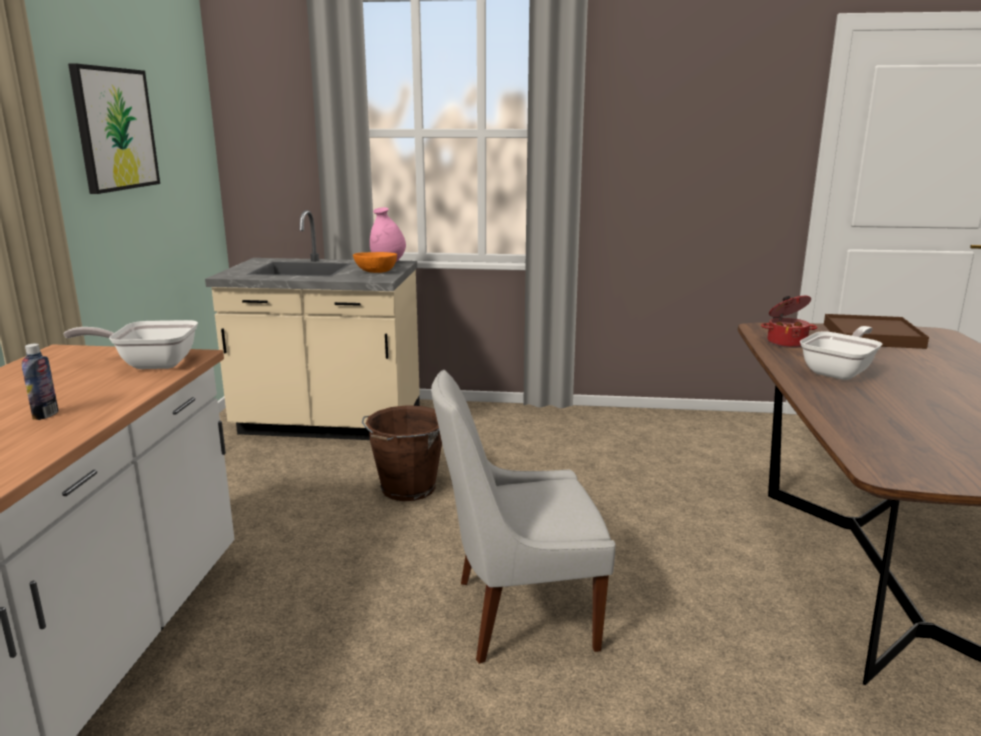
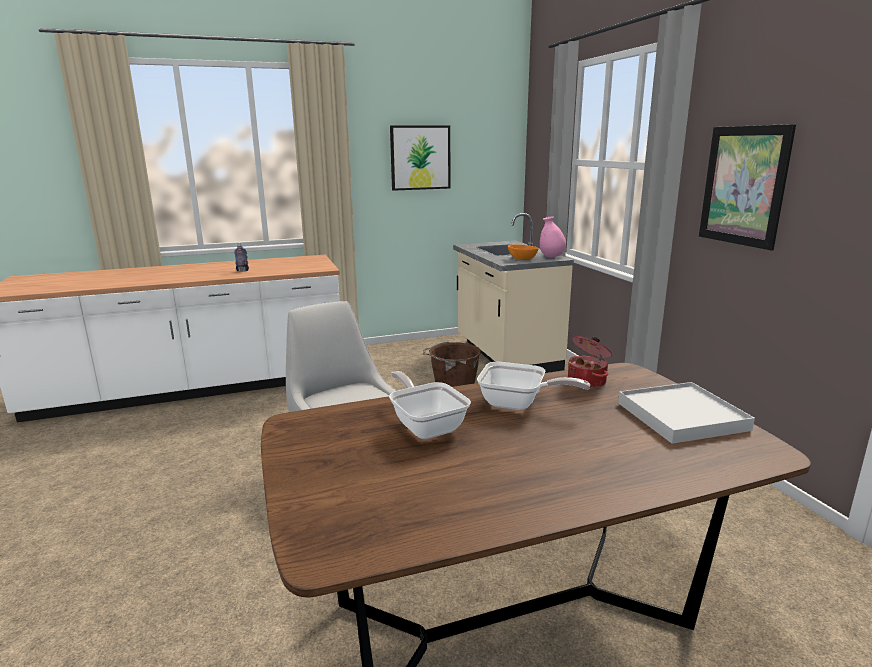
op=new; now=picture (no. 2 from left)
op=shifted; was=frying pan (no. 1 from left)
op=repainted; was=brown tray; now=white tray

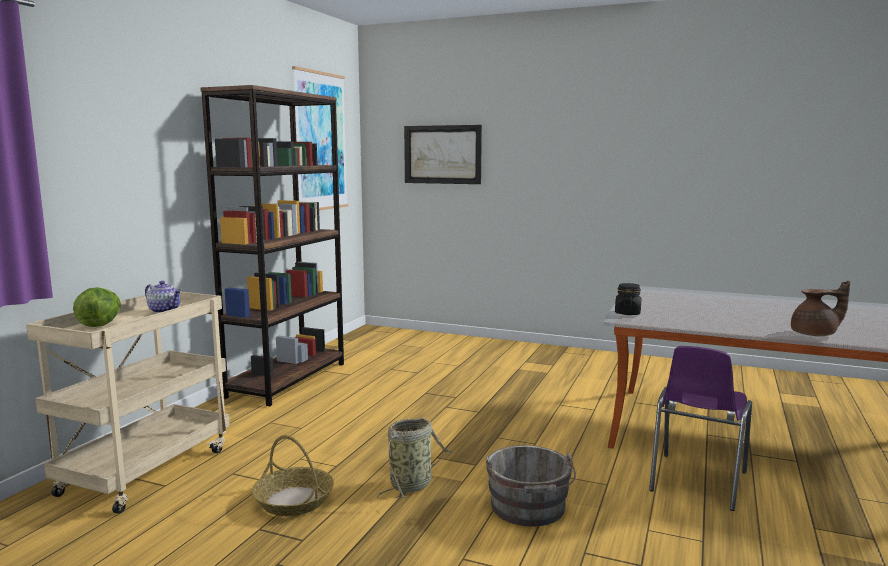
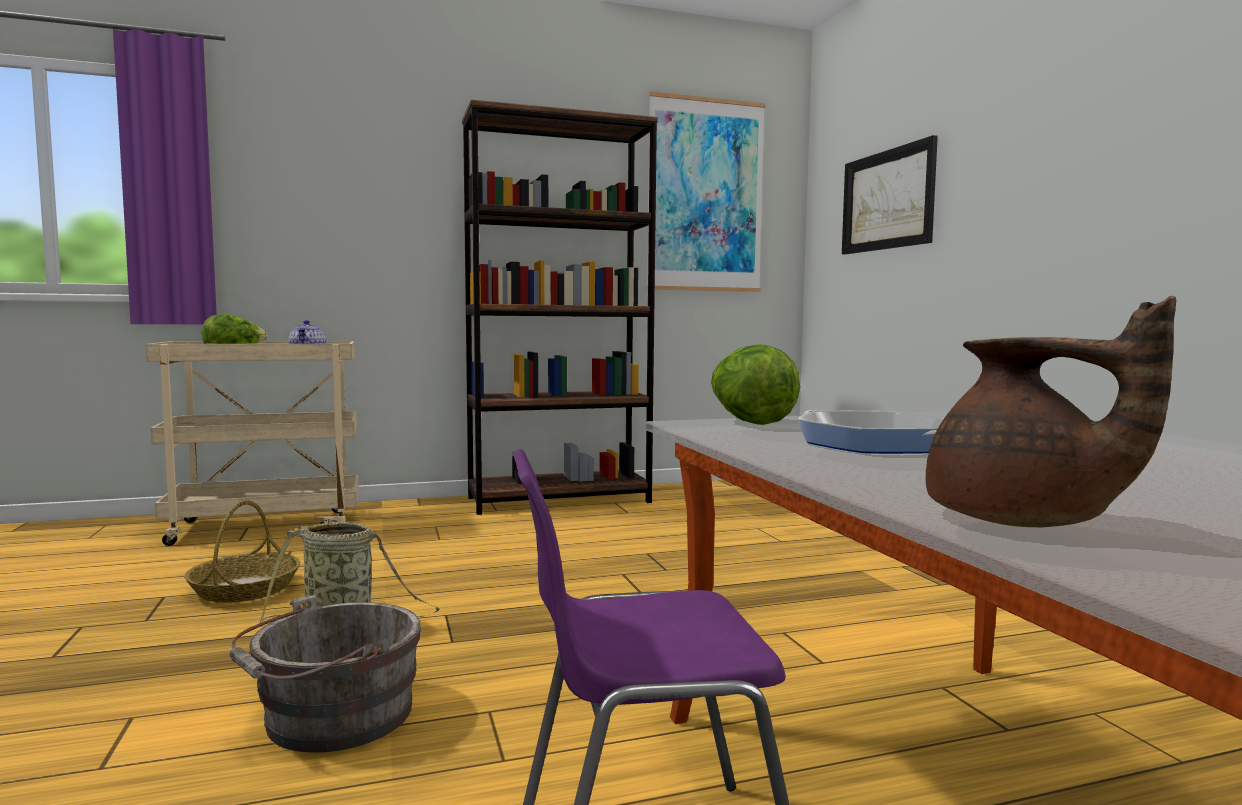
op=new; now=frying pan
op=swapped; was=black jar; now=lettuce (no. 2 from left)

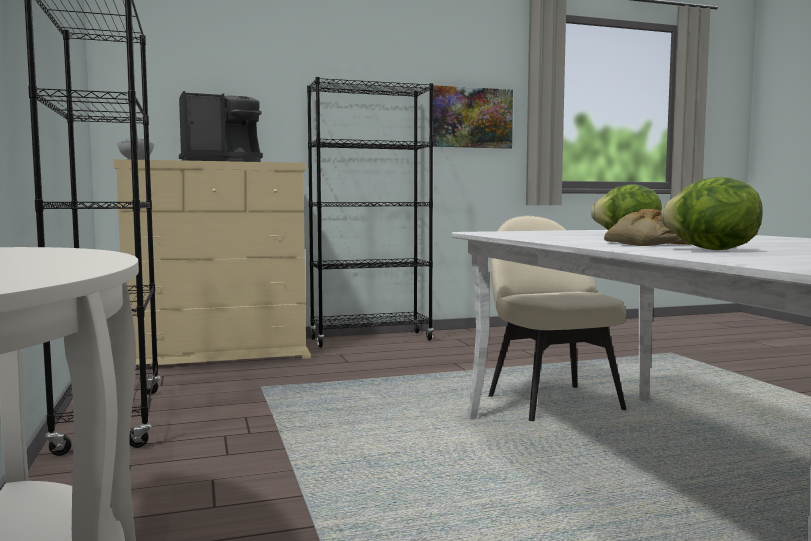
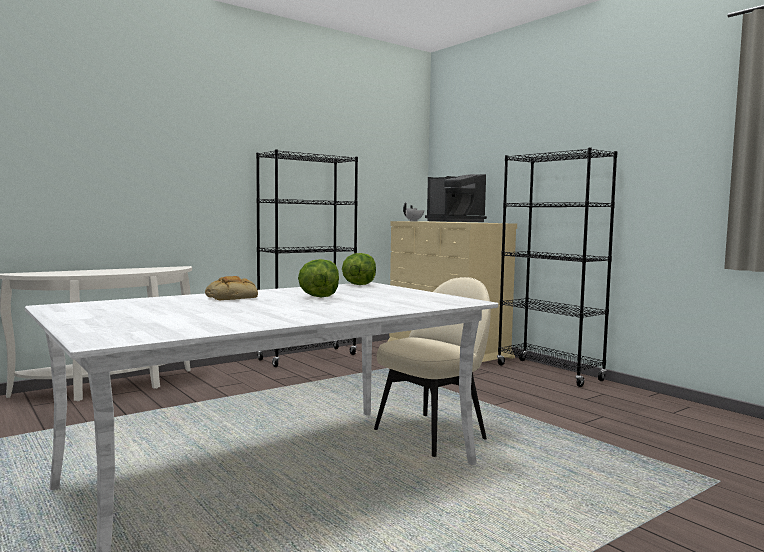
op=gone; was=picture
op=shifted; was=lettuce (no. 2 from left)

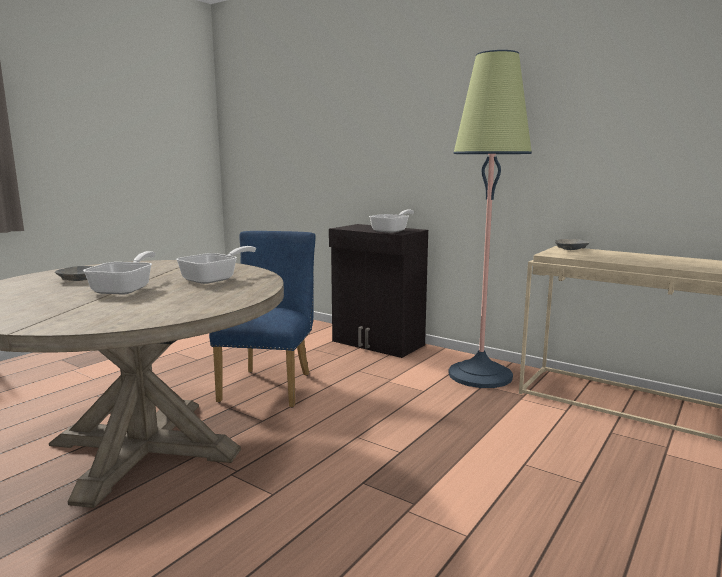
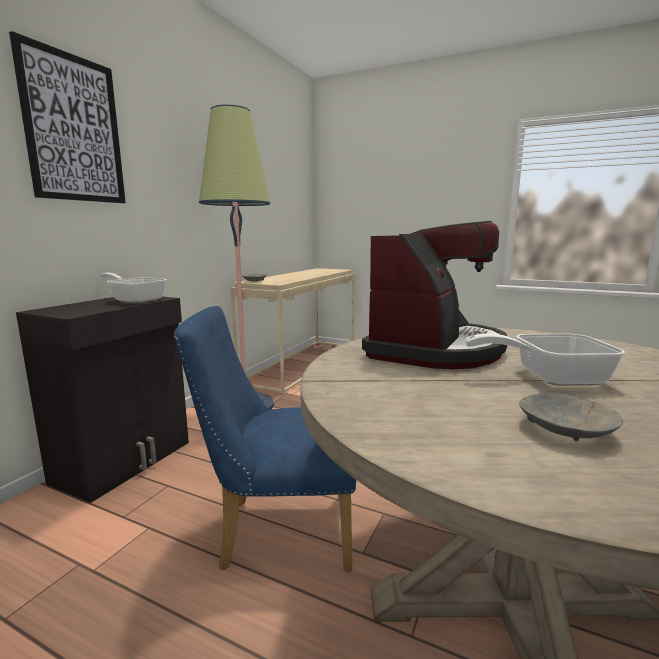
op=new; now=picture
op=swapped; was=frying pan (no. 2 from left); now=coffee machine

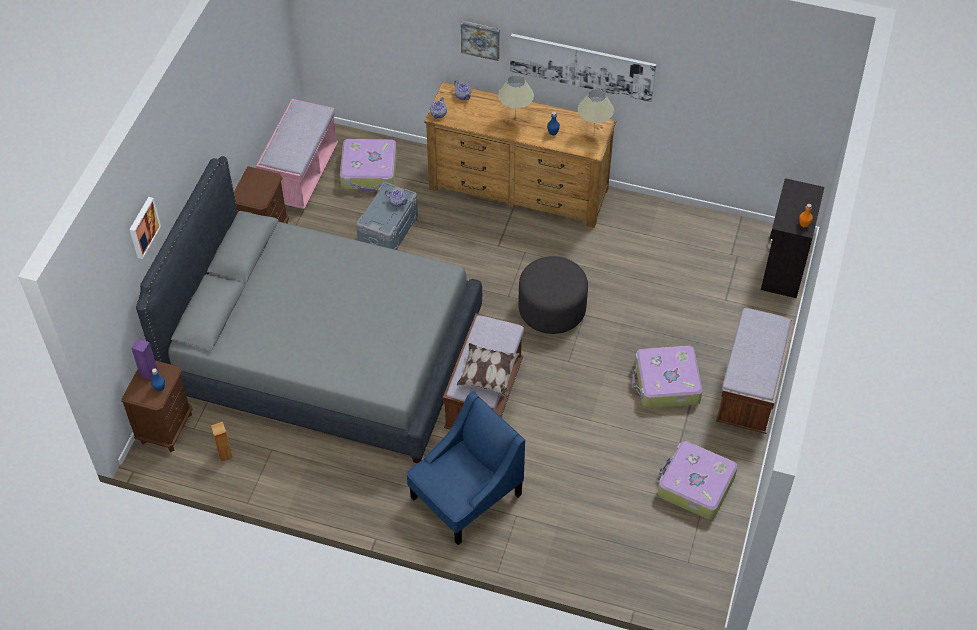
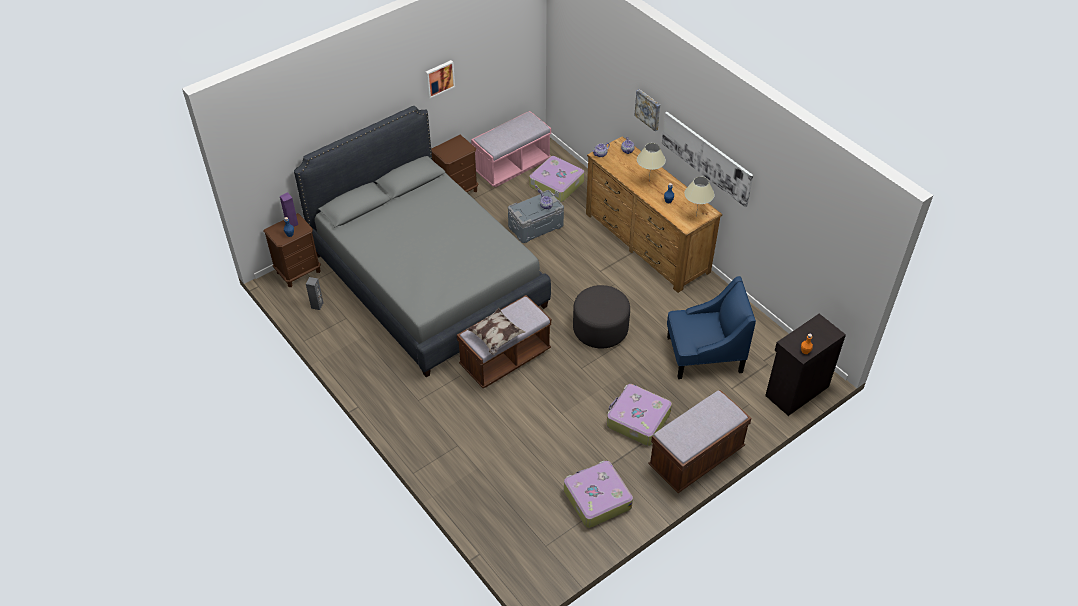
op=shifted; was=picture (no. 1 from left)
op=shifted; was=blue armchair
op=repainted; was=brown speaker; now=grey speaker

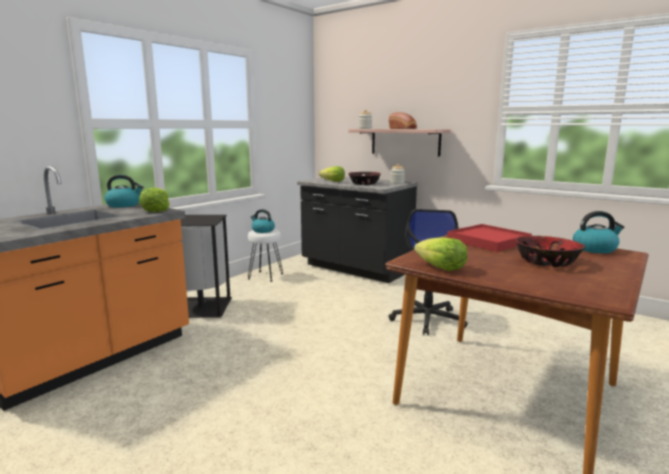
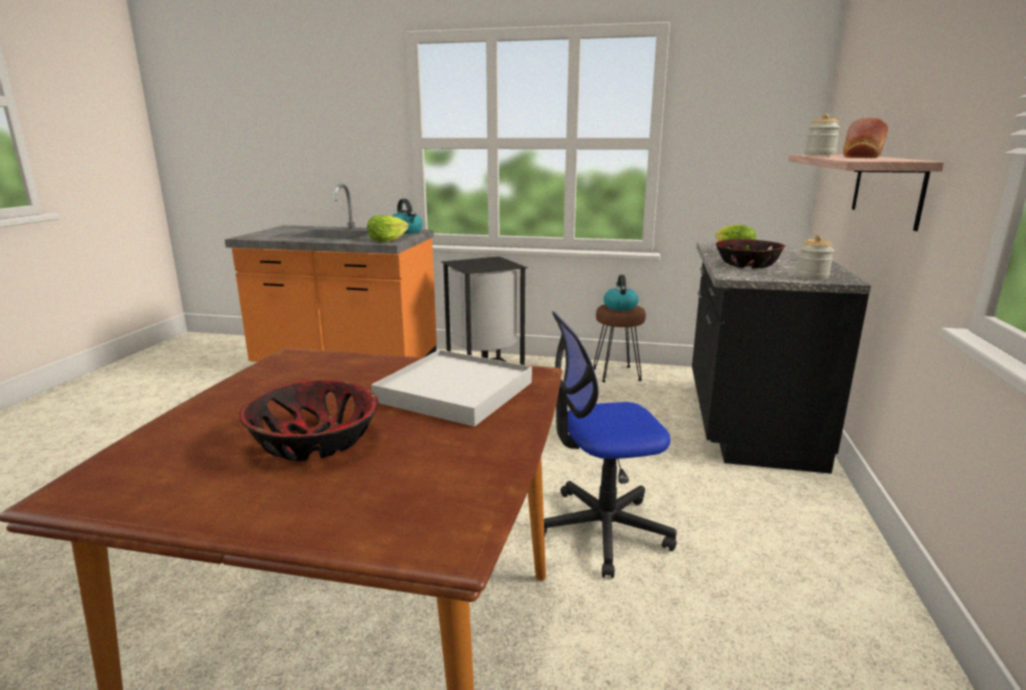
op=gone; was=lettuce (no. 3 from left)
op=gone; was=kettle (no. 3 from left)
op=repainted; was=white stool; now=brown stool
op=repainted; was=red tray; now=white tray

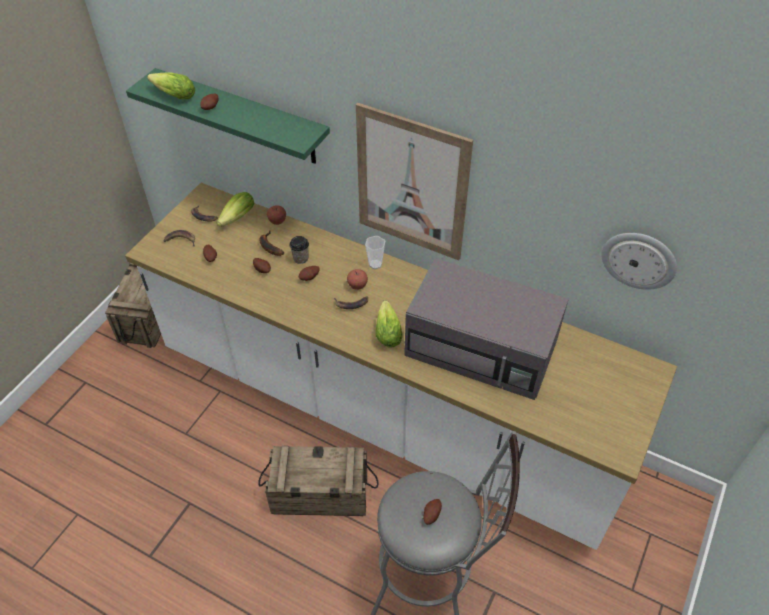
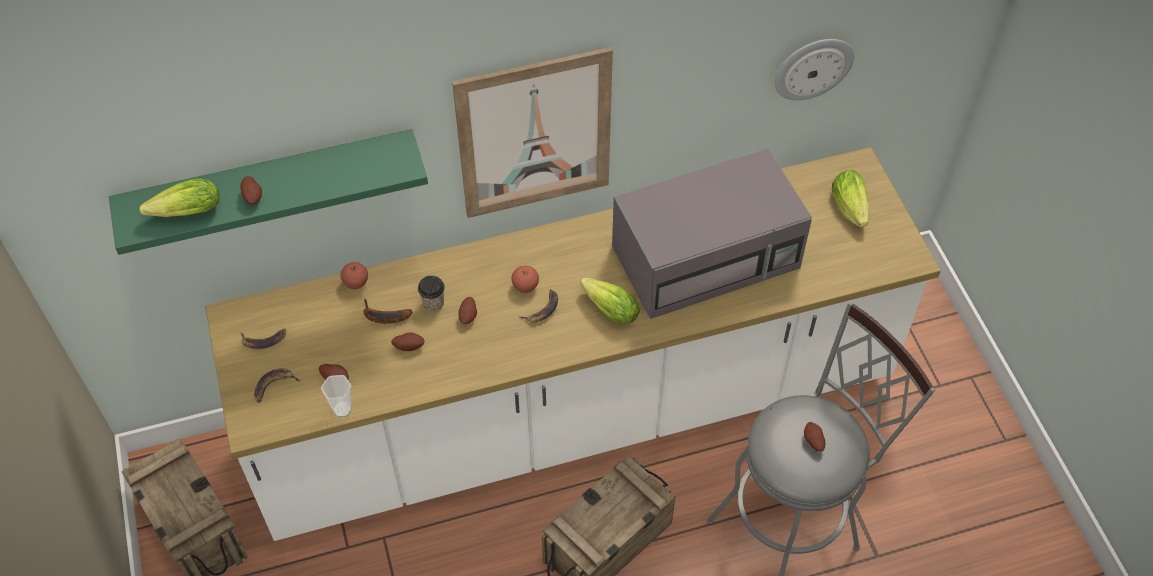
op=shifted; was=lettuce (no. 2 from left in the first image); now=lettuce (no. 3 from left)
op=shifted; was=cup (no. 2 from left in the first image); now=cup (no. 1 from left)

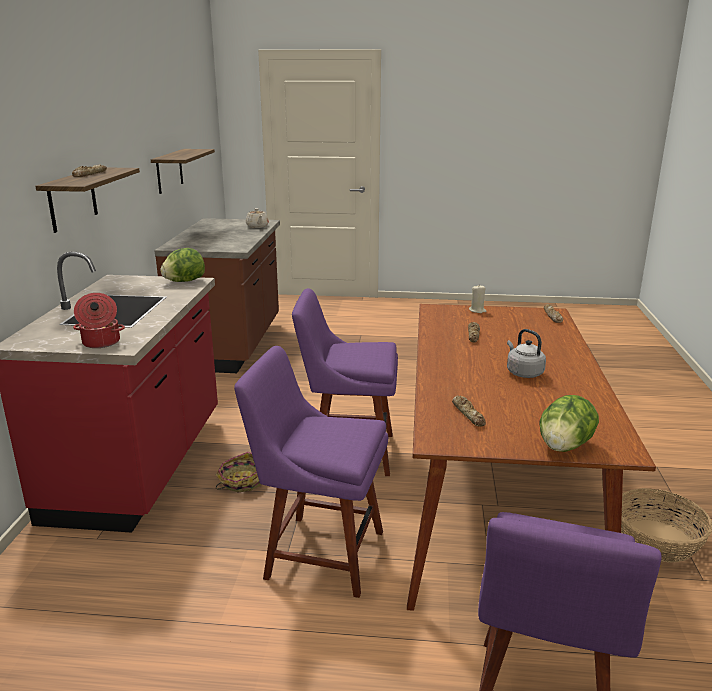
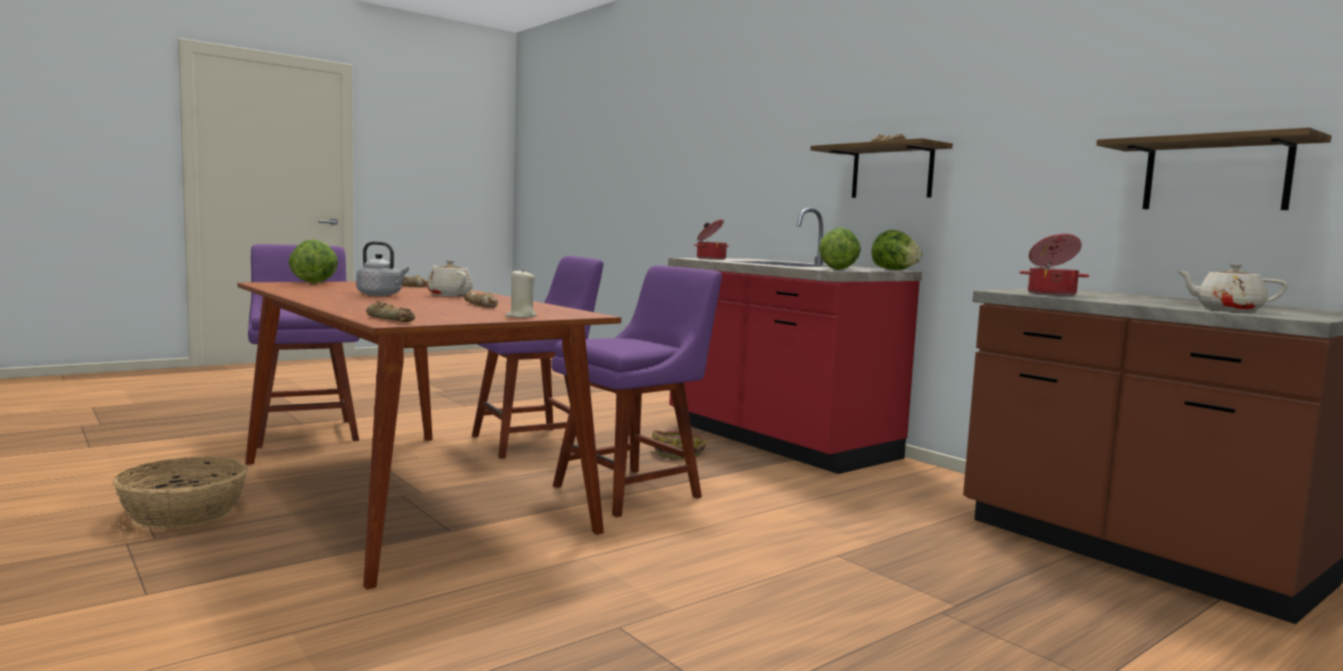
op=new; now=beige teapot (no. 1 from left)
op=new; now=lettuce (no. 3 from left)
op=new; now=cooking pot (no. 2 from left)

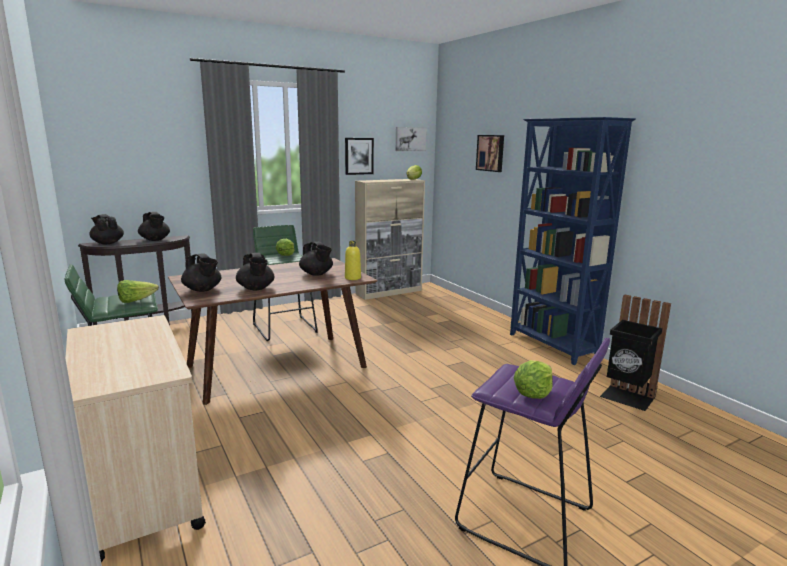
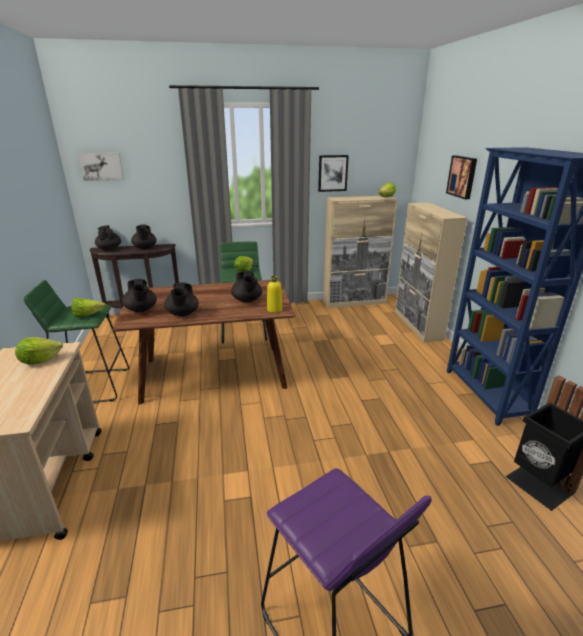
op=new; now=beige cabinet (no. 2 from left)
op=shifted; was=picture (no. 2 from left in the first image); now=picture (no. 1 from left)
op=shifted; was=lettuce (no. 4 from left in the first image); now=lettuce (no. 1 from left)

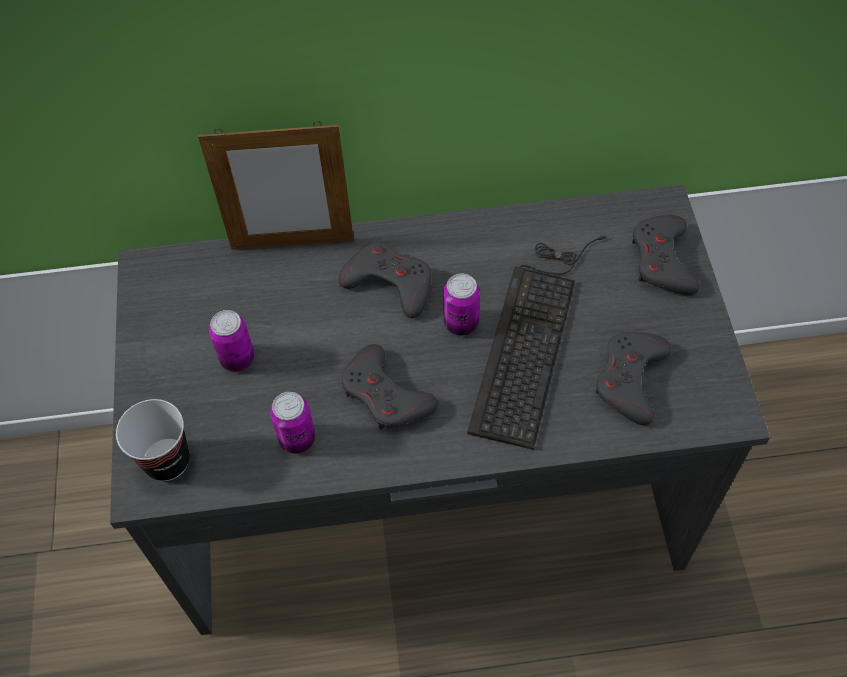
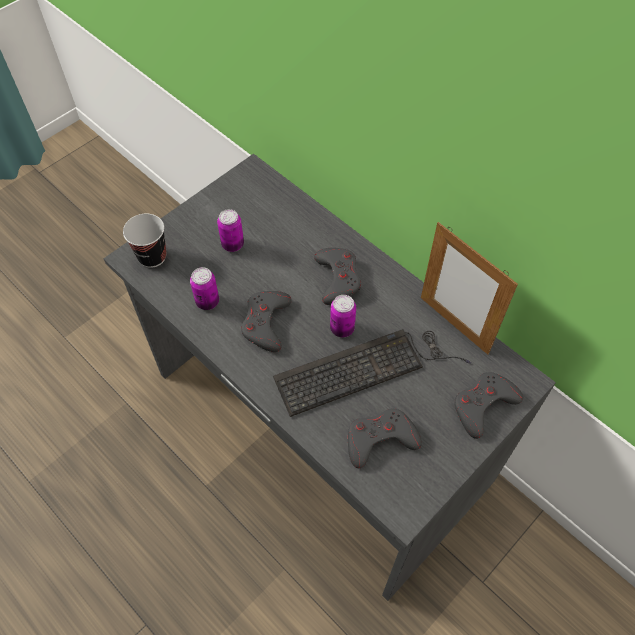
op=shifted; was=picture frame

